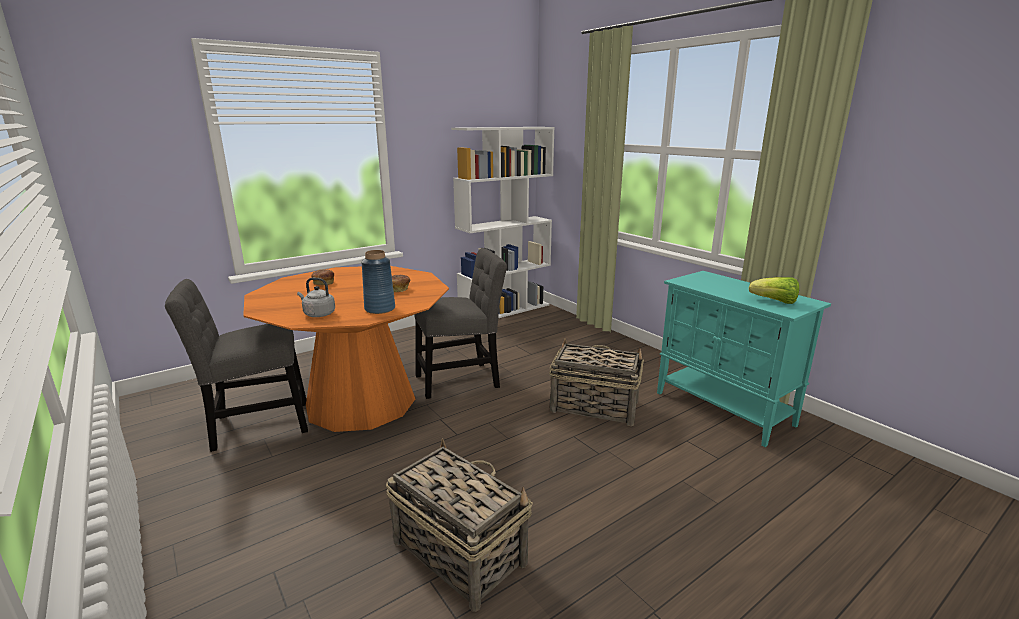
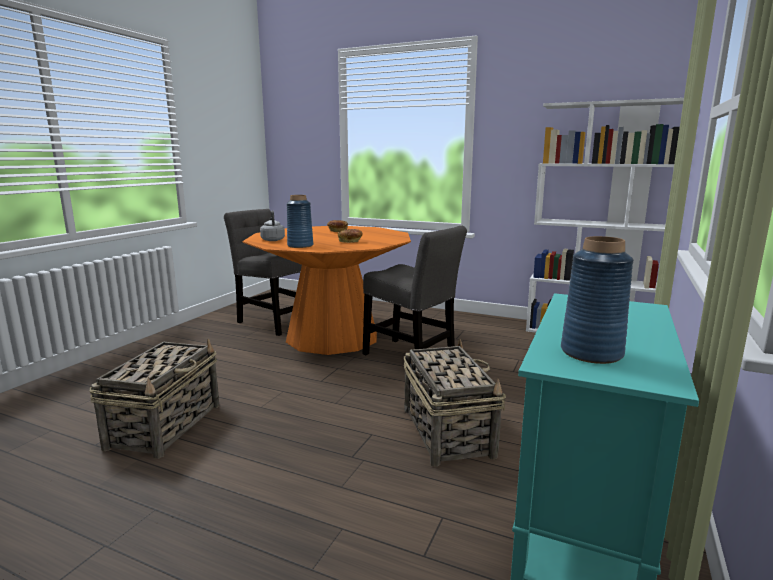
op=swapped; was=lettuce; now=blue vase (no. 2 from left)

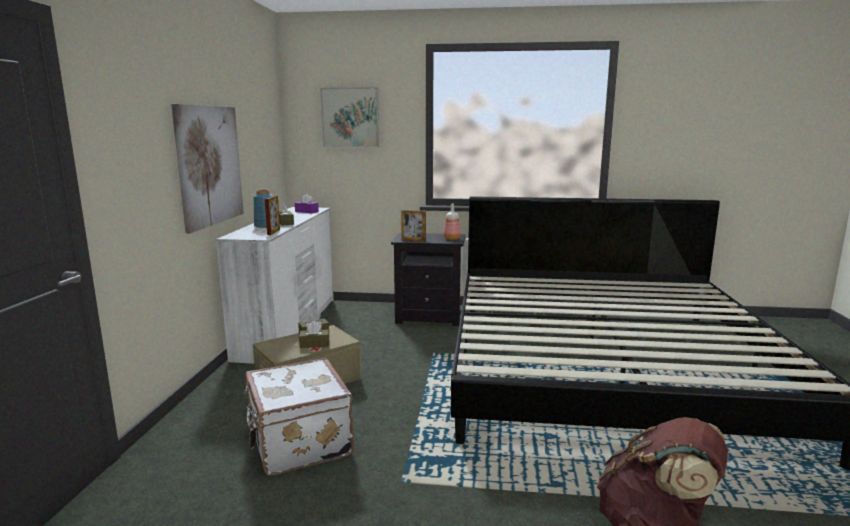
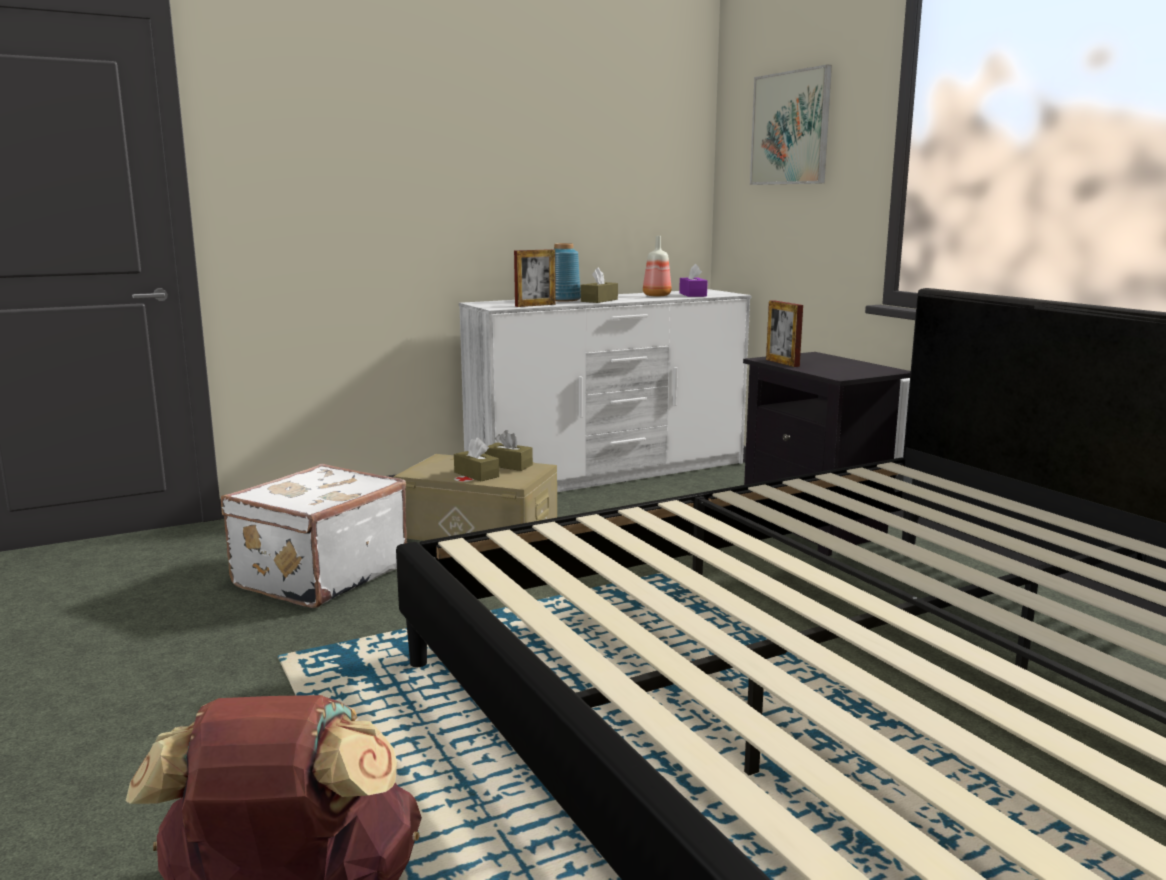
op=gone; was=picture (no. 1 from left)
op=shifted; was=bottle

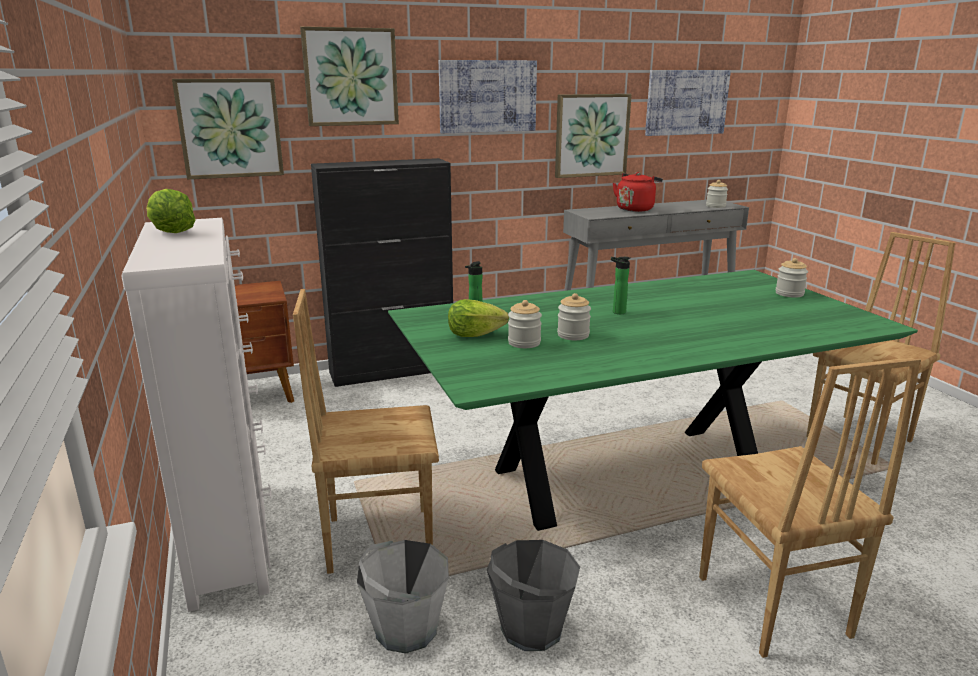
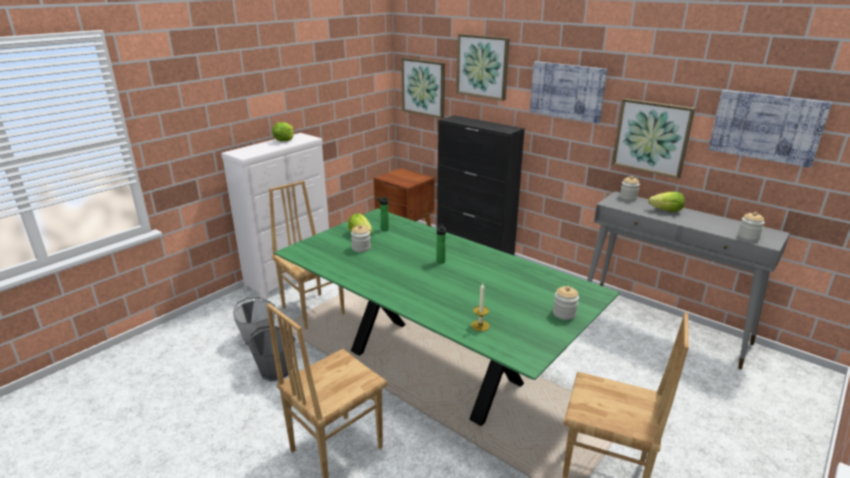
op=new; now=candle
op=shifted; was=jar (no. 2 from left in the first image); now=jar (no. 3 from left)
op=swapped; was=red kettle; now=lettuce (no. 3 from left)

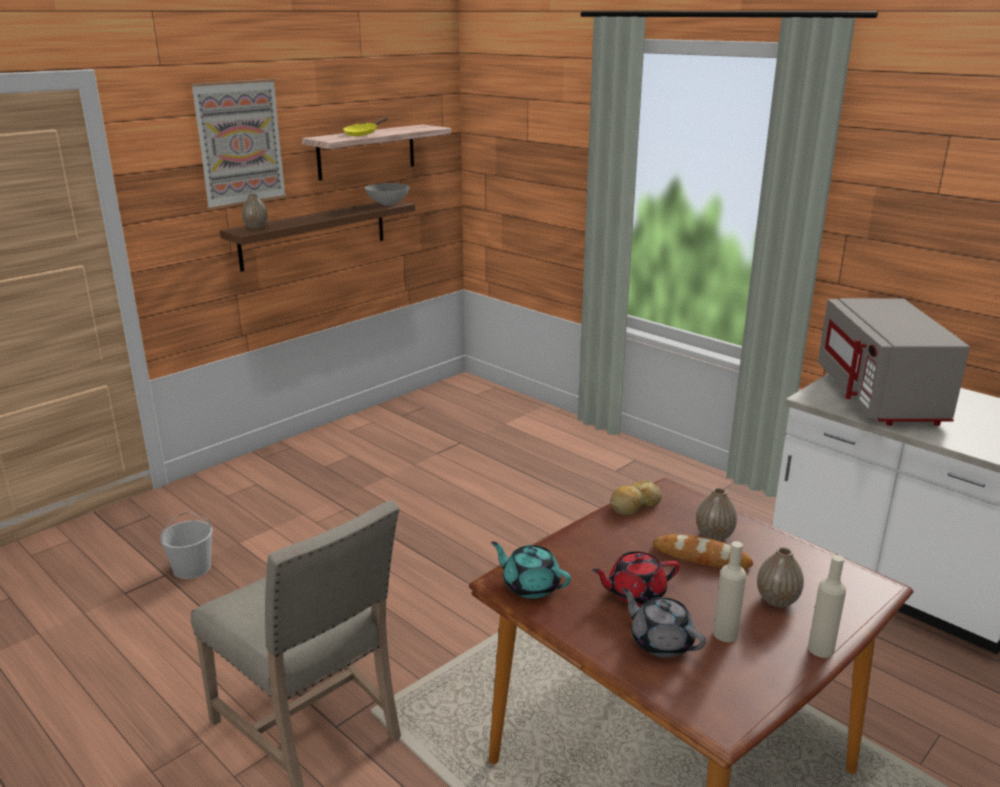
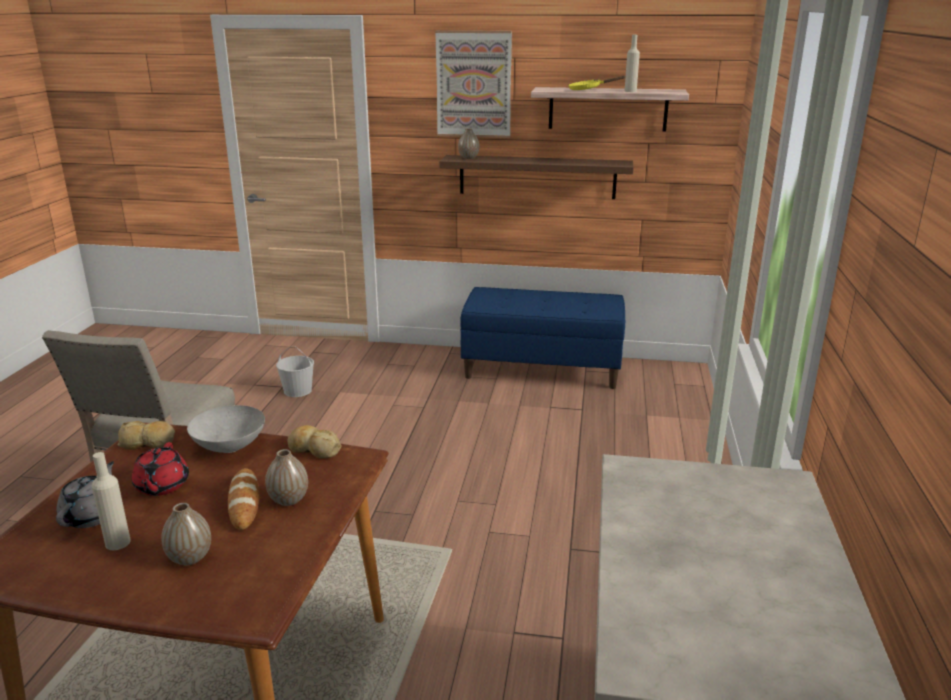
op=gone; was=grey microwave
op=new; now=blue bench
op=shifted; was=grey bowl
op=shifted; was=beige bottle (no. 2 from left)
op=swapped; was=turquoise teapot; now=bread (no. 1 from left)
op=rotated; was=red teapot; clockwise=-135

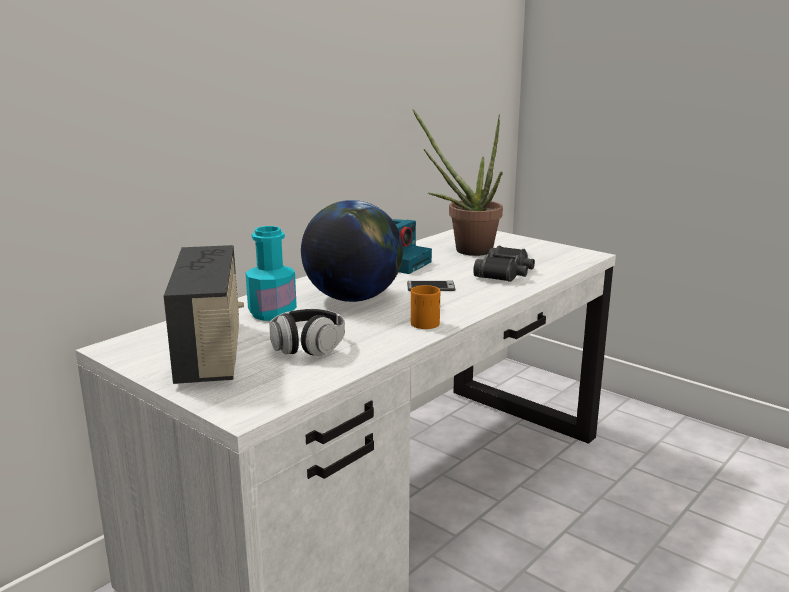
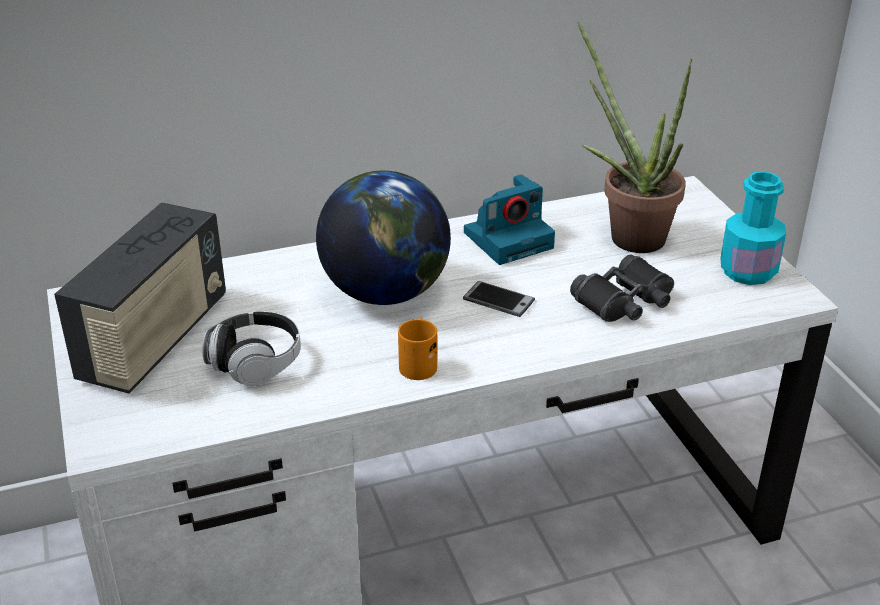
op=shifted; was=turquoise bottle

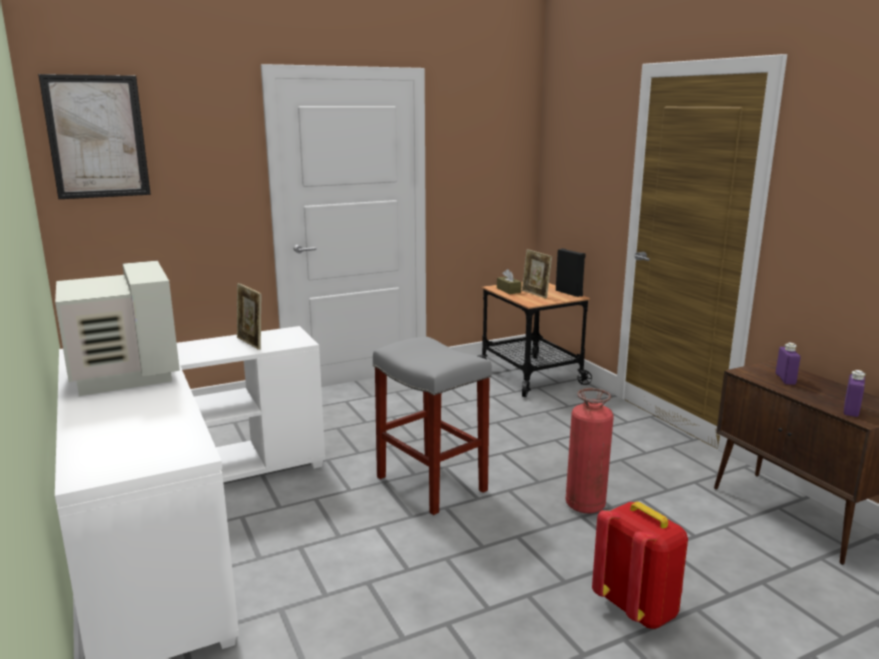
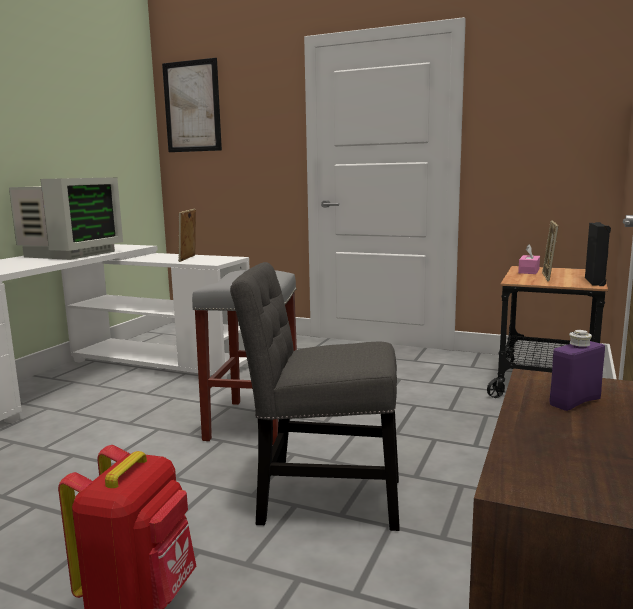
op=gone; was=purple bottle (no. 2 from left)
op=swapped; was=fire extinguisher; now=grey chair
op=repainted; was=brown tissue box; now=pink tissue box

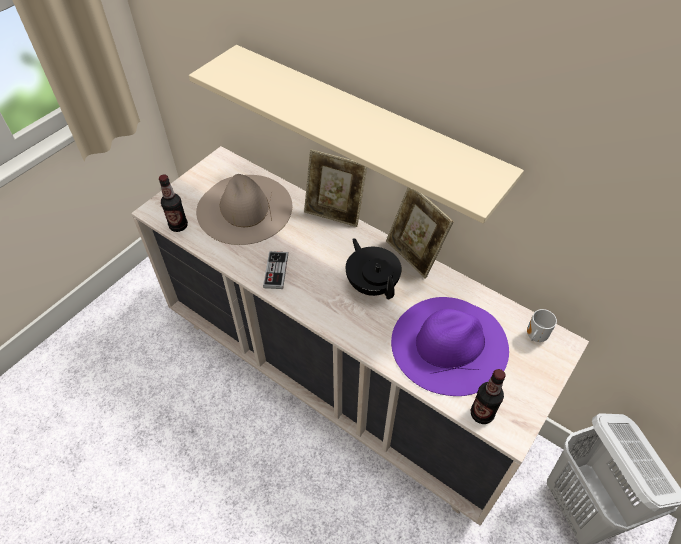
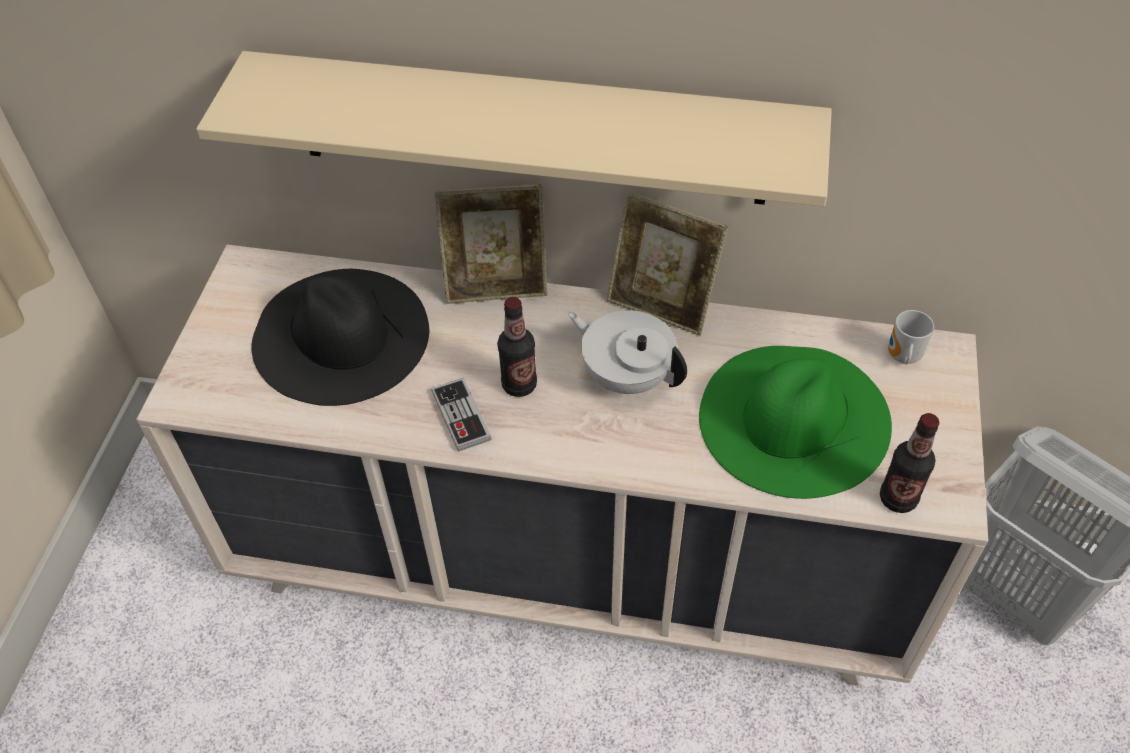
op=shifted; was=bottle (no. 1 from left)
op=repainted; was=beige hat; now=black hat
op=repainted; was=black teapot; now=white teapot
op=repainted; was=purple hat; now=green hat

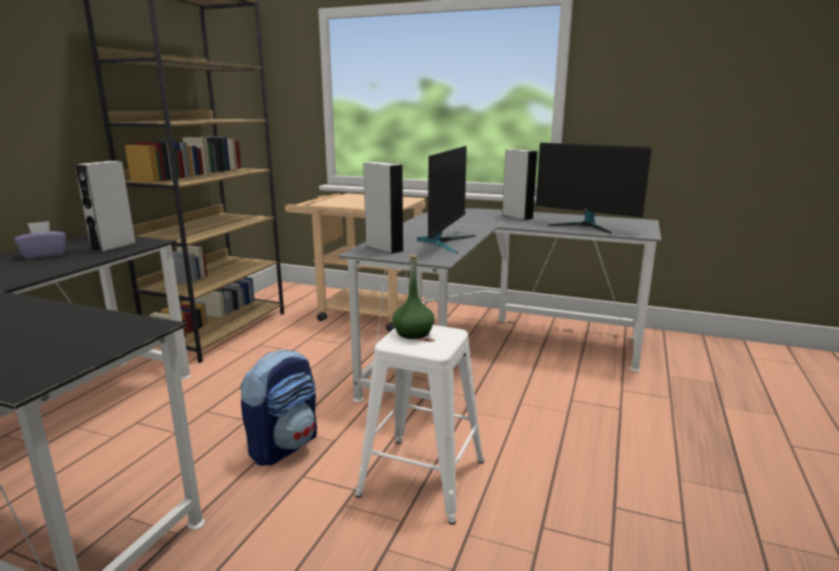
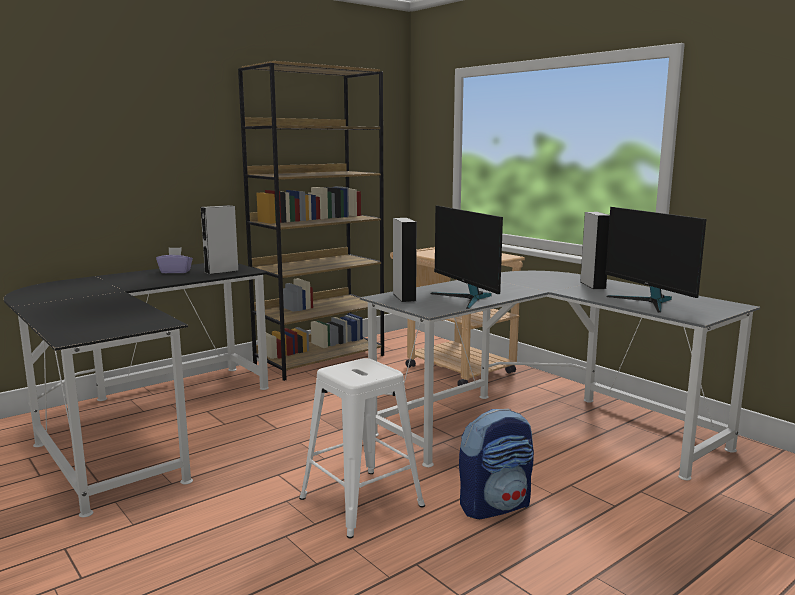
op=gone; was=green bottle
op=shifted; was=backpack
op=rotated; was=monitor (no. 1 from left); clockwise=105

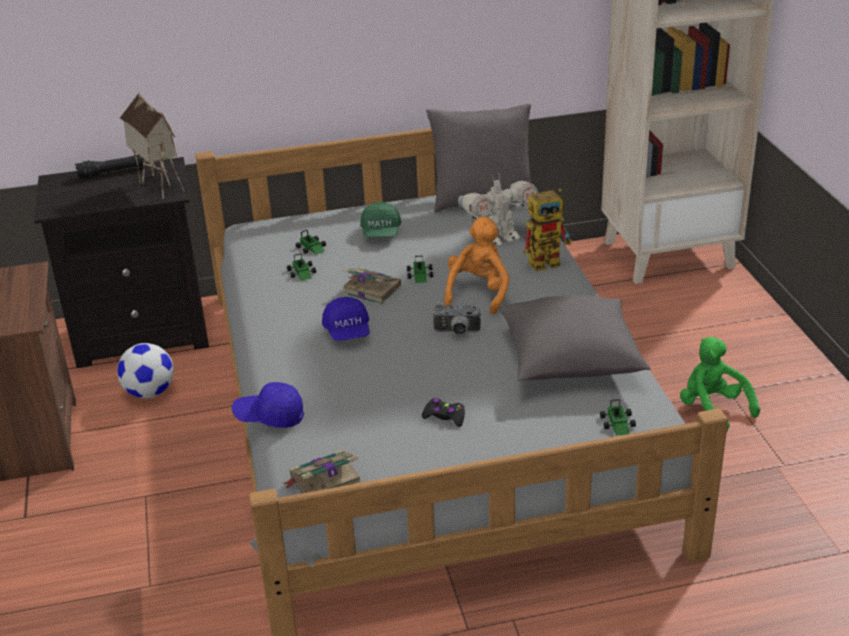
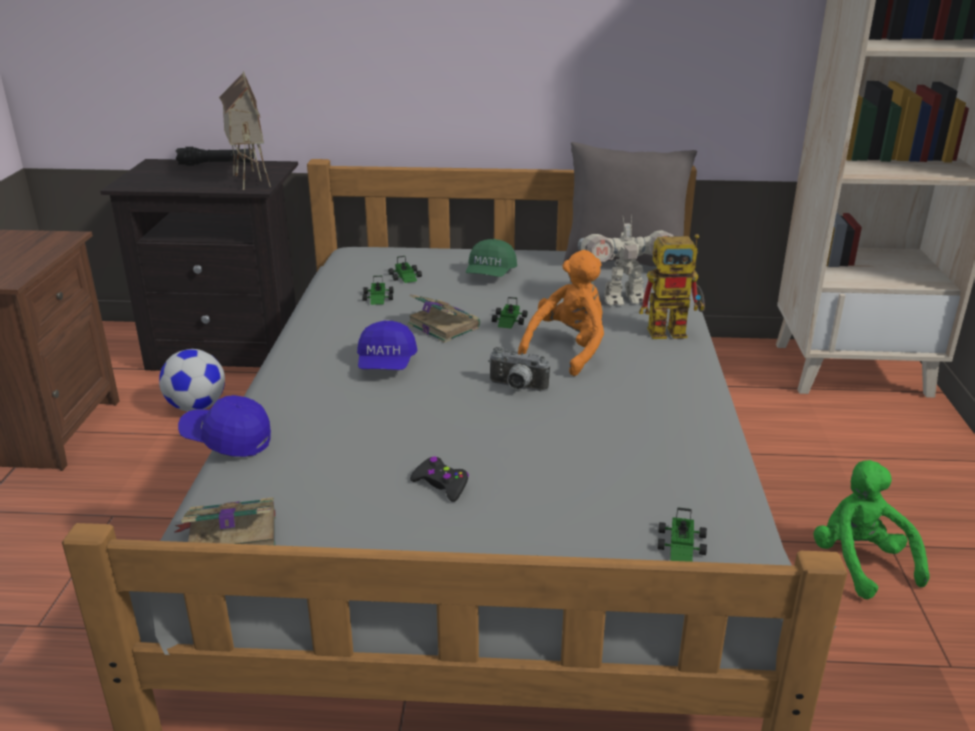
op=gone; was=grey pillow (no. 2 from left)

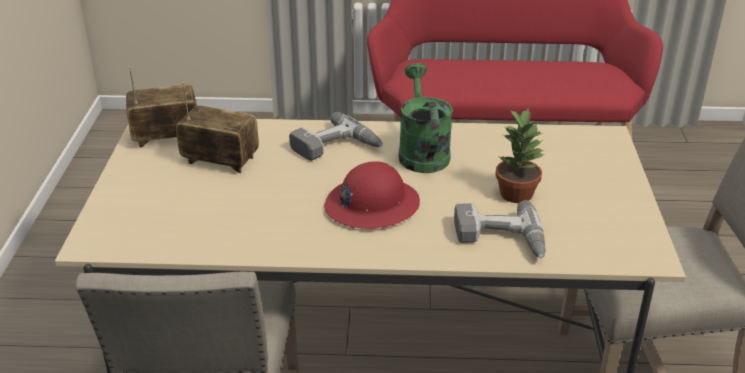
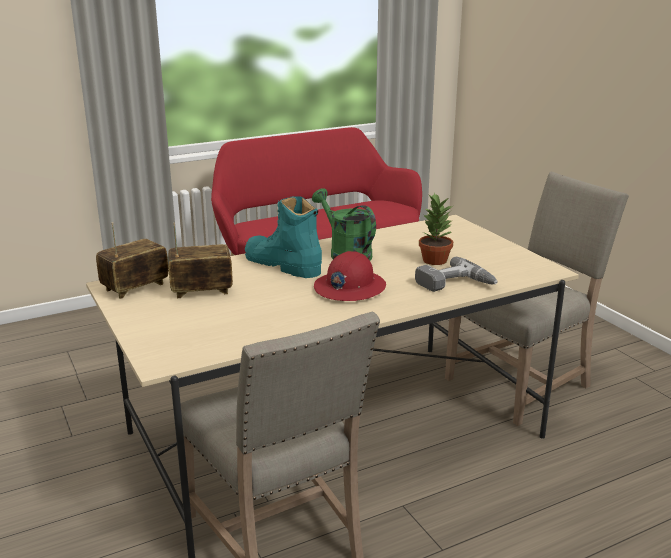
op=swapped; was=power drill (no. 1 from left); now=turquoise boot

